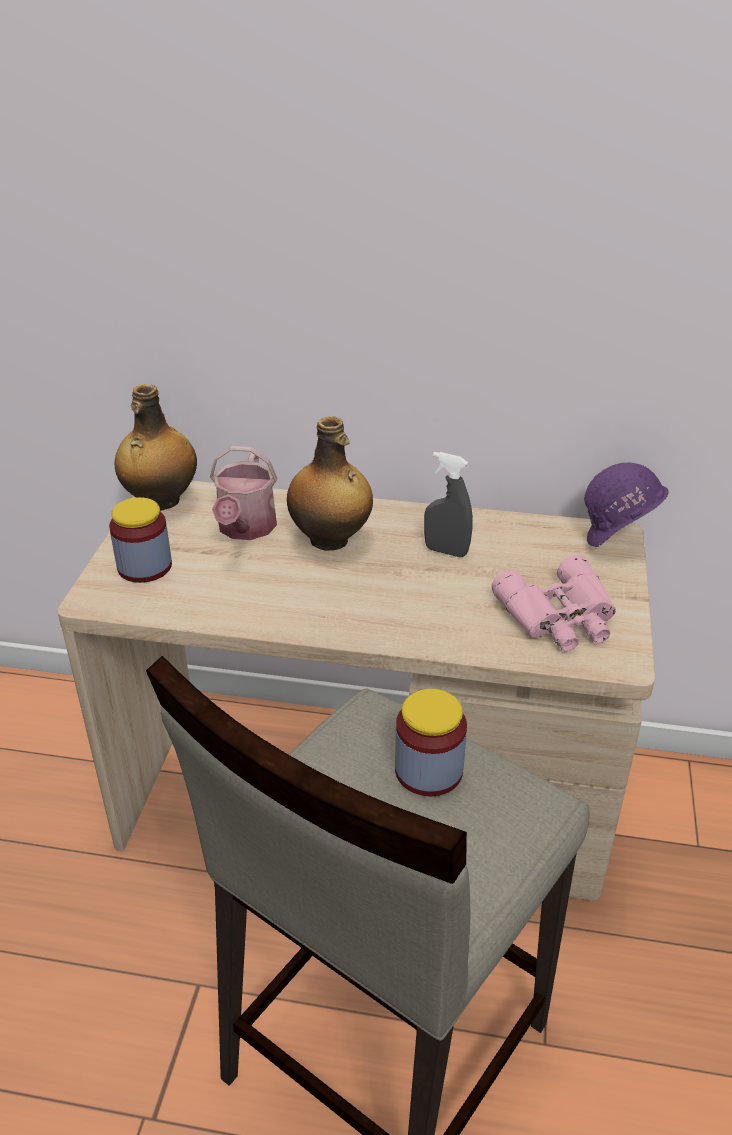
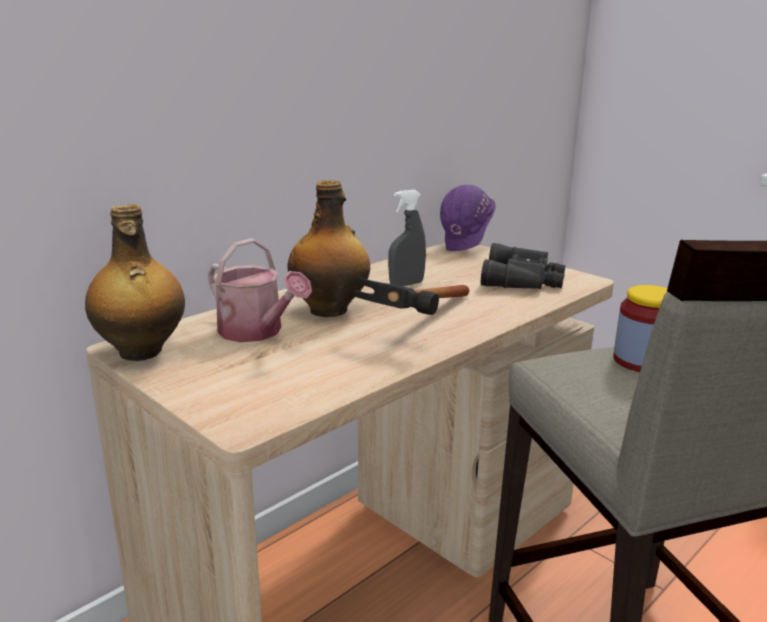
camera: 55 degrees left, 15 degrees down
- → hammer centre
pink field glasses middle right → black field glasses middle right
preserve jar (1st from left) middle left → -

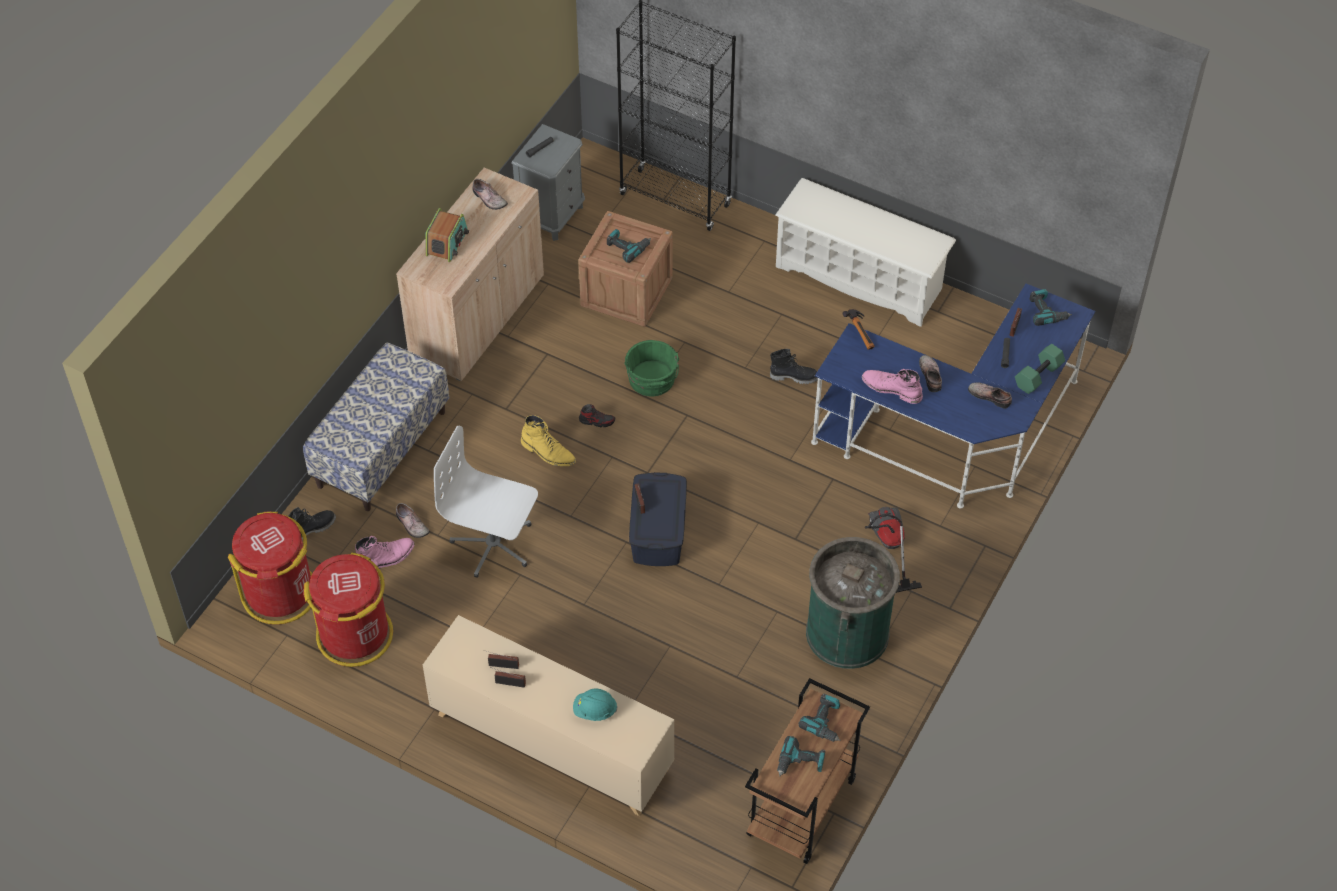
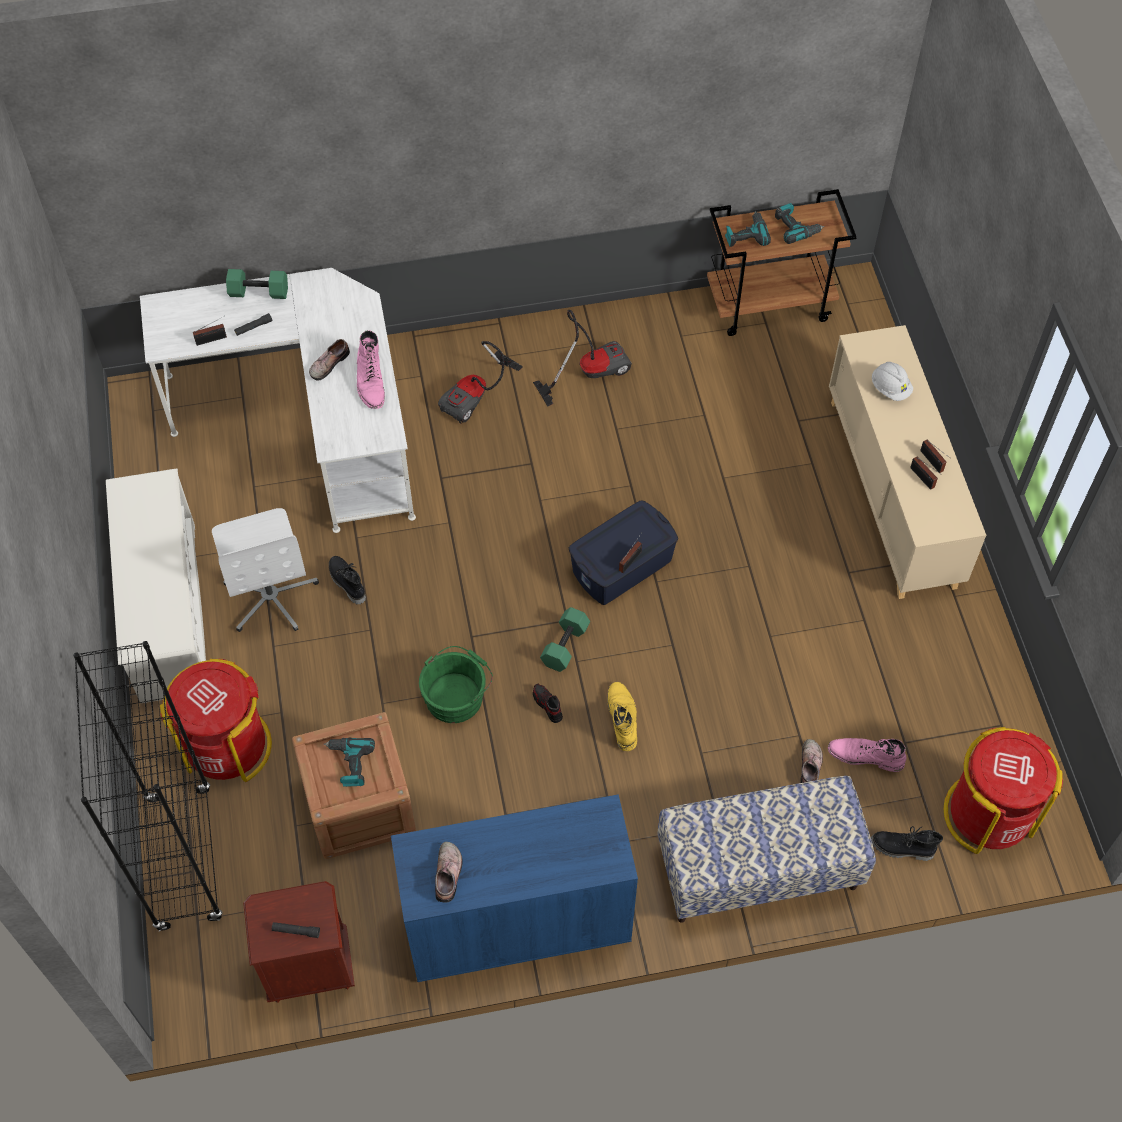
camera: 130 degrees left, 5 degrees up
blue-coloured desk middle right → whitish desk middle left
reddish waste bin (2nd from left in the first image) bottom left → reddish waste bin (1st from left) middle left, moved
whitish desk chair centre → whitish desk chair middle left, moved
greyish night table top centre → brown-coloured night table bottom left
sand-coloured cupboard (1st from left) top centre → blue-coloured cupboard bottom centre
greenish waste bin bottom centre → vacuum cleaner (2nd from left) top centre
- → greenish hand weight (2nd from left) centre
turquoise-coloured hard hat bottom centre → whitish hard hat middle right
radio receiver (1st from left) top centre → -
hammer centre → -
shoe (5th from left) middle right → -
drill (4th from left) middle right → -

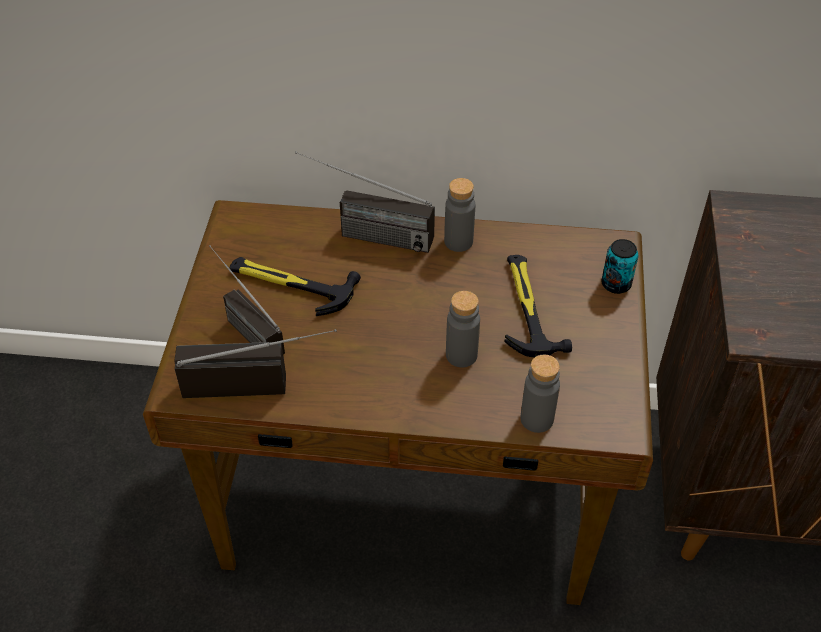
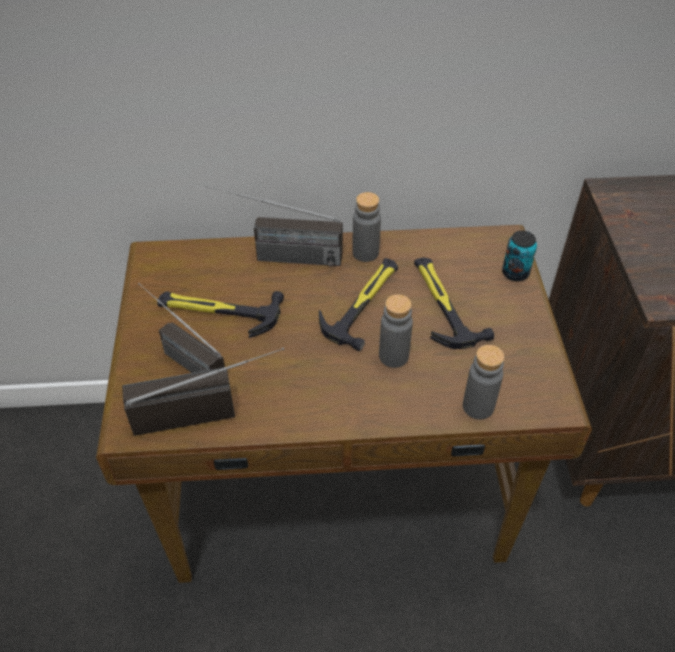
camera: 10 degrees left, 0 degrees up
- → hammer (2nd from left) centre

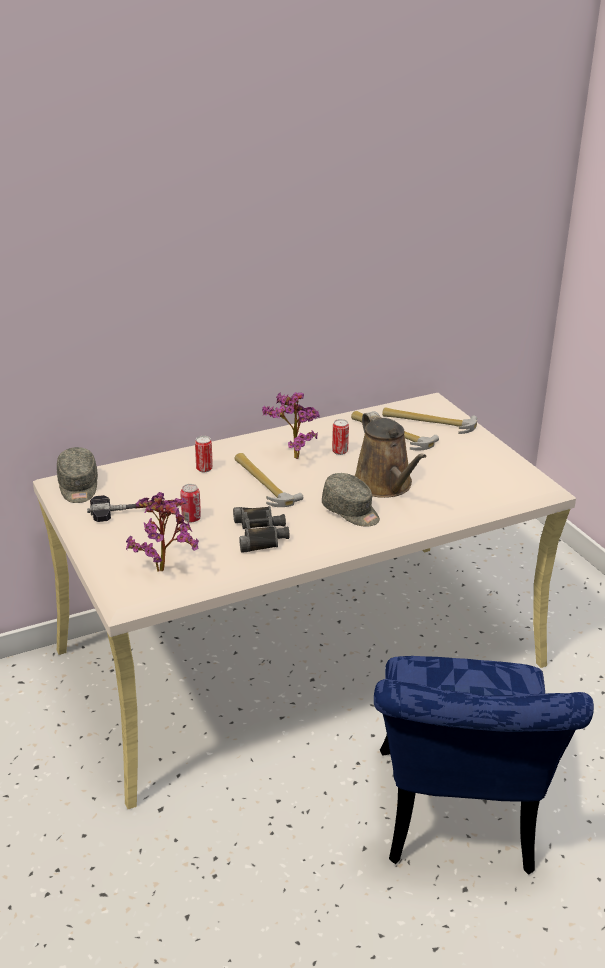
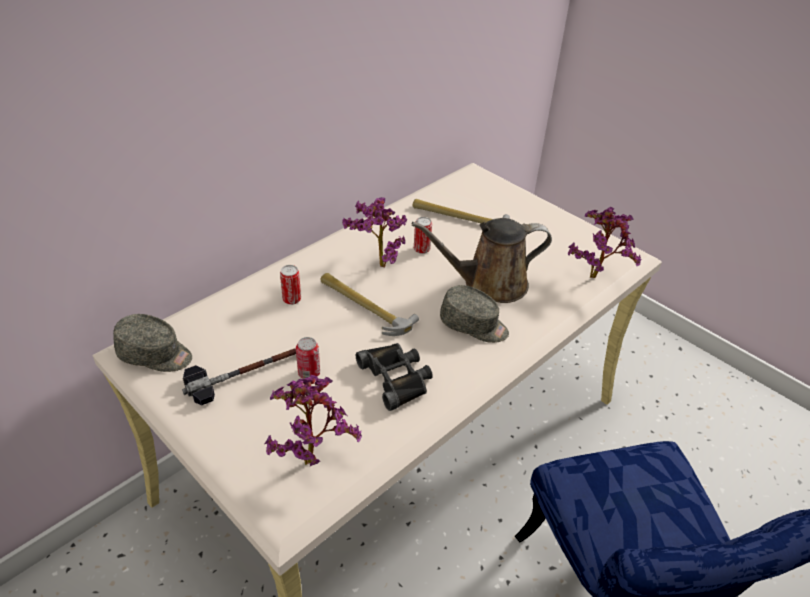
camera: 20 degrees left, 10 degrees up
greyish cap (1st from left) middle left, 45 degrees counterclockwise
brown-coloured watering pot centre, 120 degrees clockwise
- → houseplant (3rd from left) middle right
hammer (4th from left) middle right → -

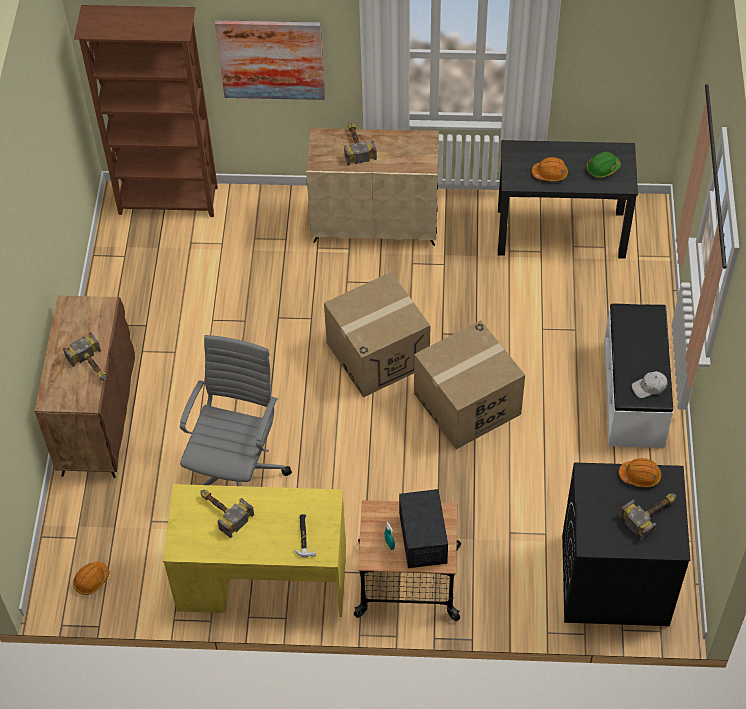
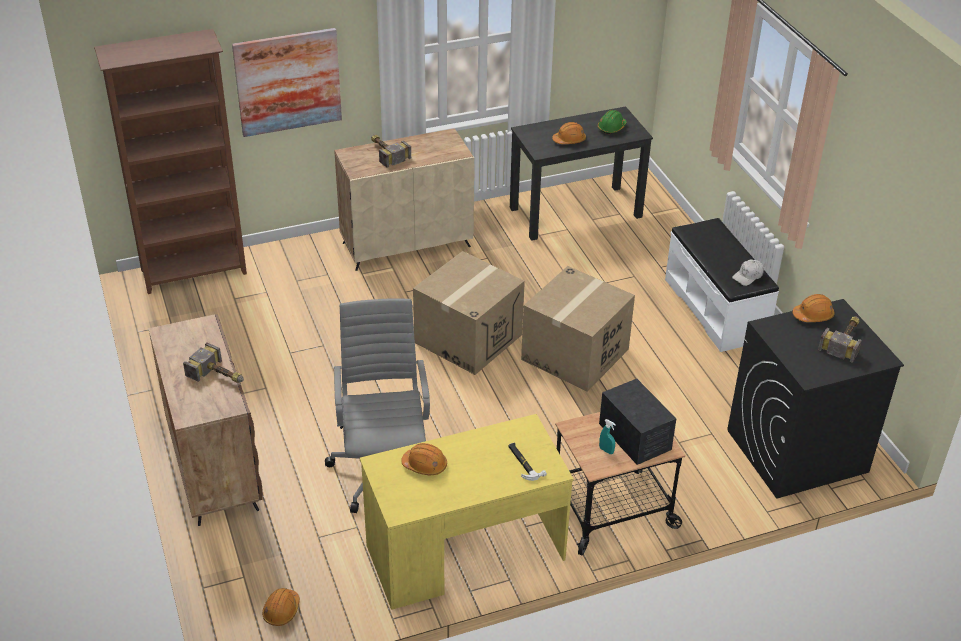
camera: 25 degrees left, 15 degrees down
hammer (2nd from left) bottom left → orangey hard hat (2nd from left) bottom centre

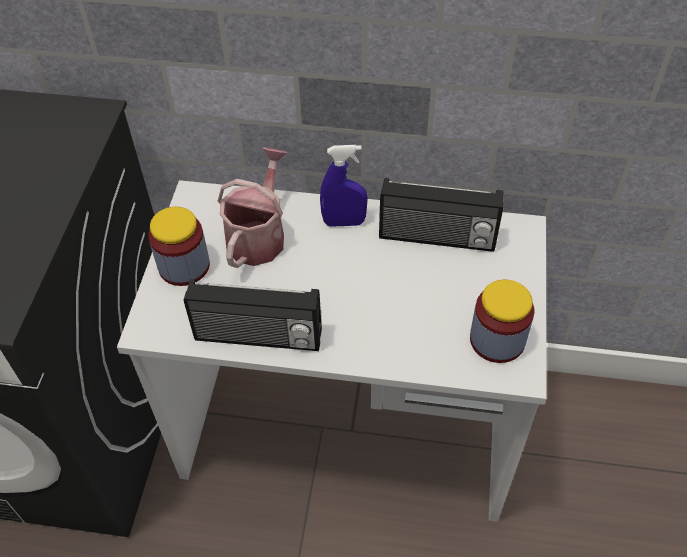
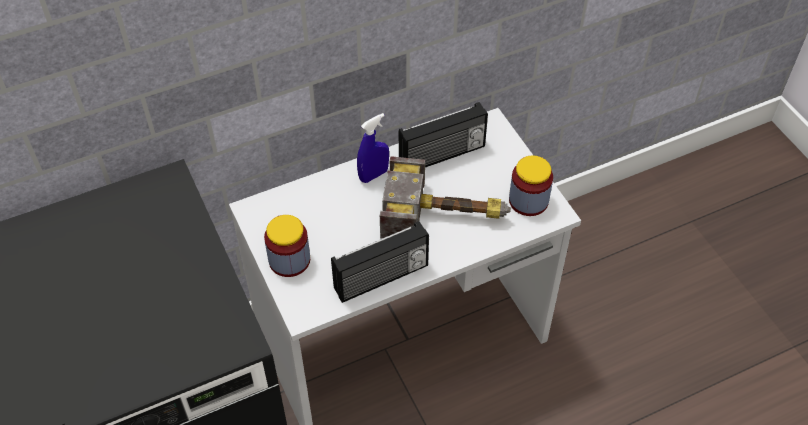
camera: 35 degrees left, 0 degrees up
- → hammer centre
watering pot centre → -

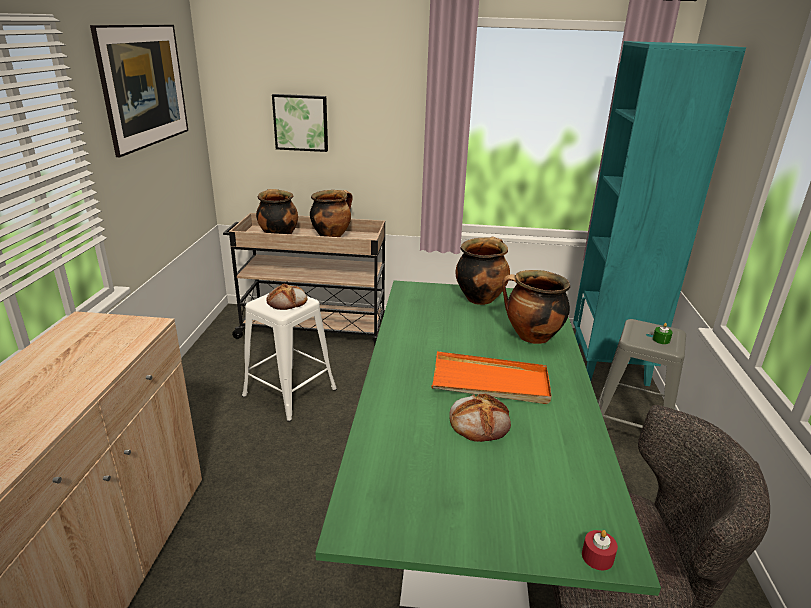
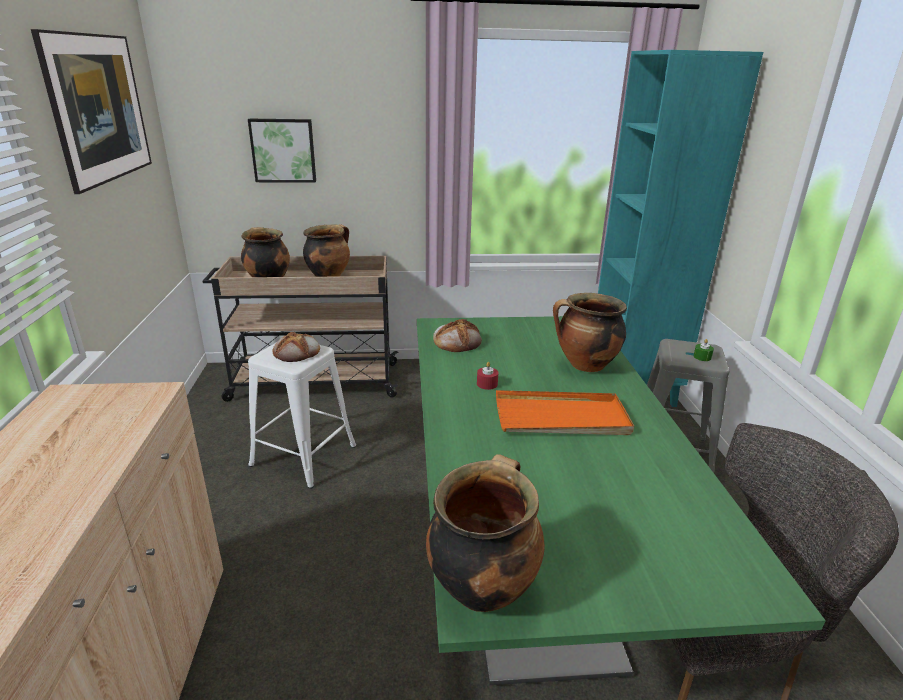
camera: 10 degrees left, 0 degrees up
stockpot (3rd from left) centre → stockpot (3rd from left) bottom centre, moved
bread (2nd from left) bottom centre → bread (2nd from left) centre, moved
reddish wax candle bottom right → reddish wax candle centre, moved

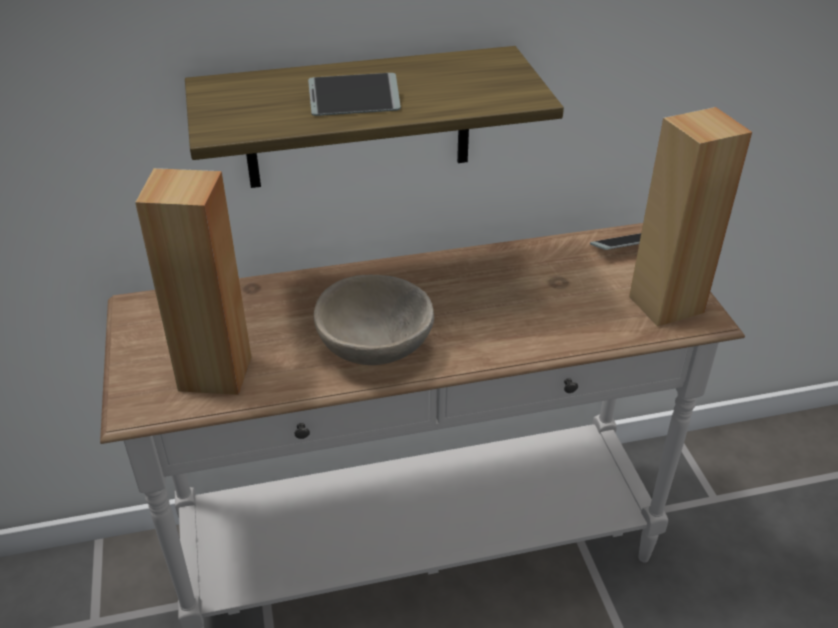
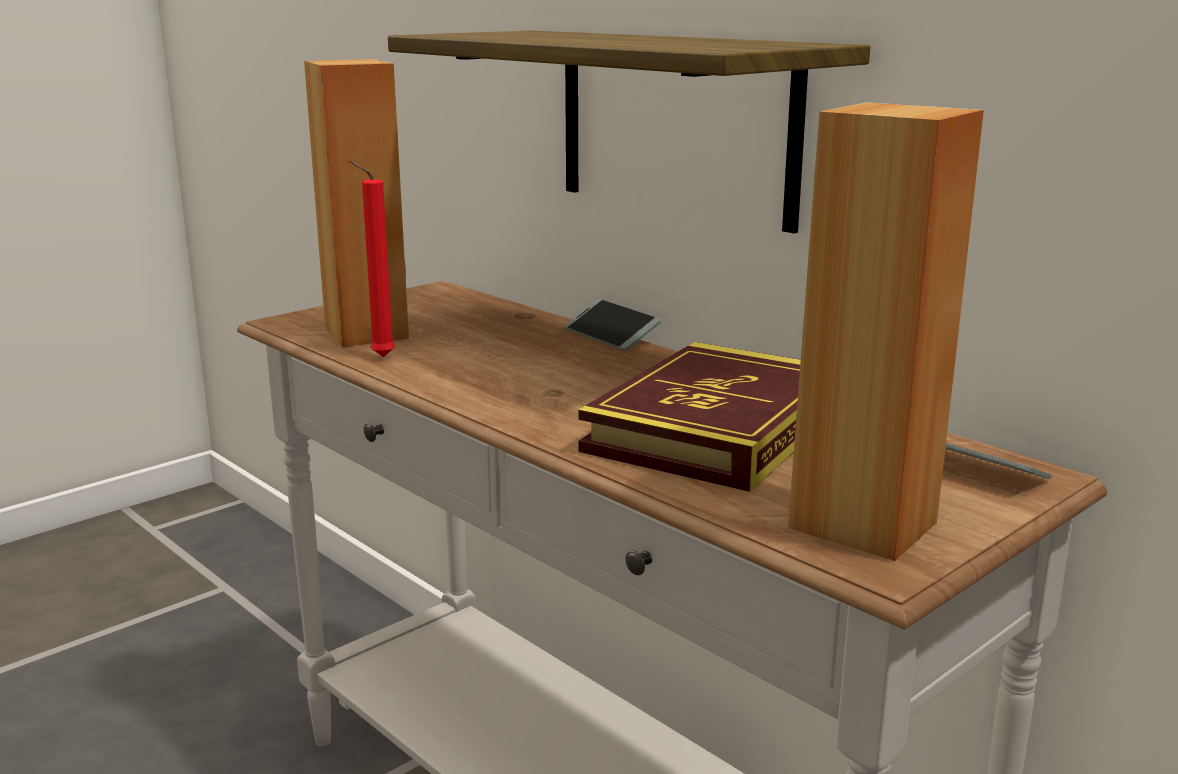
camera: 60 degrees right, 20 degrees down
- → reddish wax candle middle left
phone (1st from left) top centre → phone (1st from left) centre, moved
- → bound book centre
sand-coloured deep dish centre → -

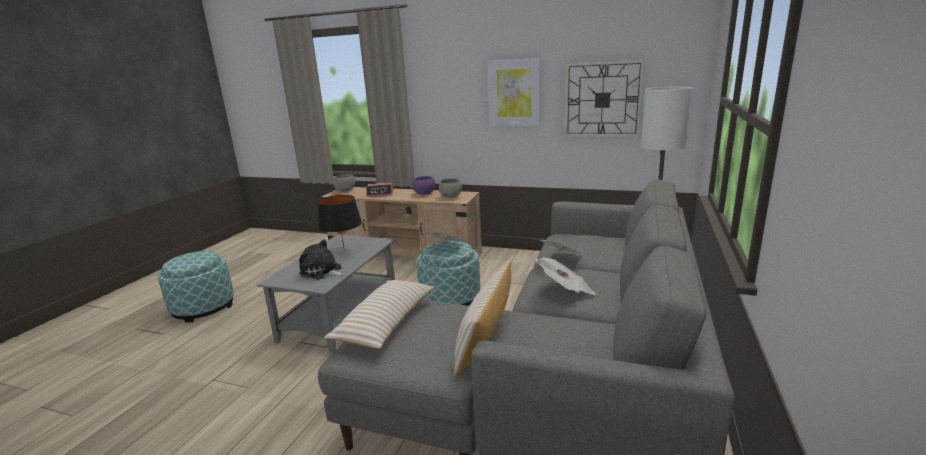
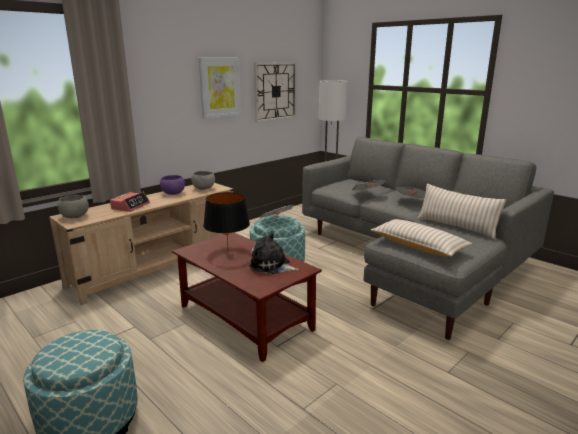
camera: 65 degrees left, 0 degrees up
greyish low table centre → brown-coloured low table bottom centre
cuddly toy centre, 60 degrees clockwise

